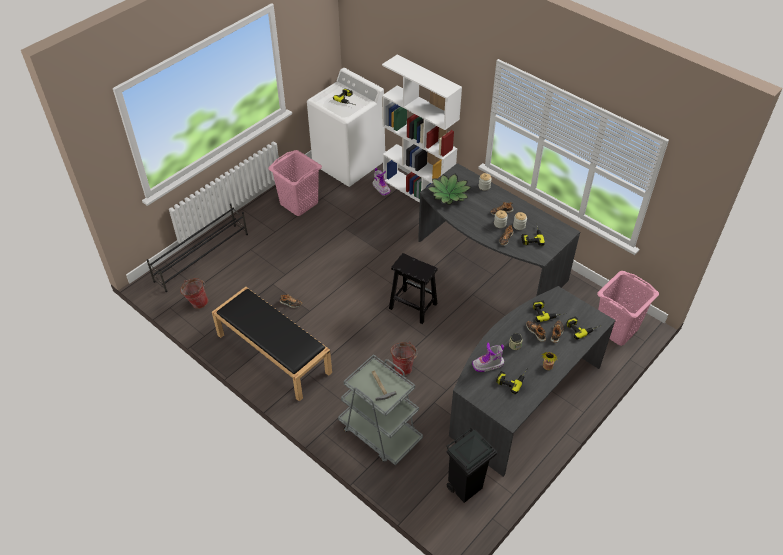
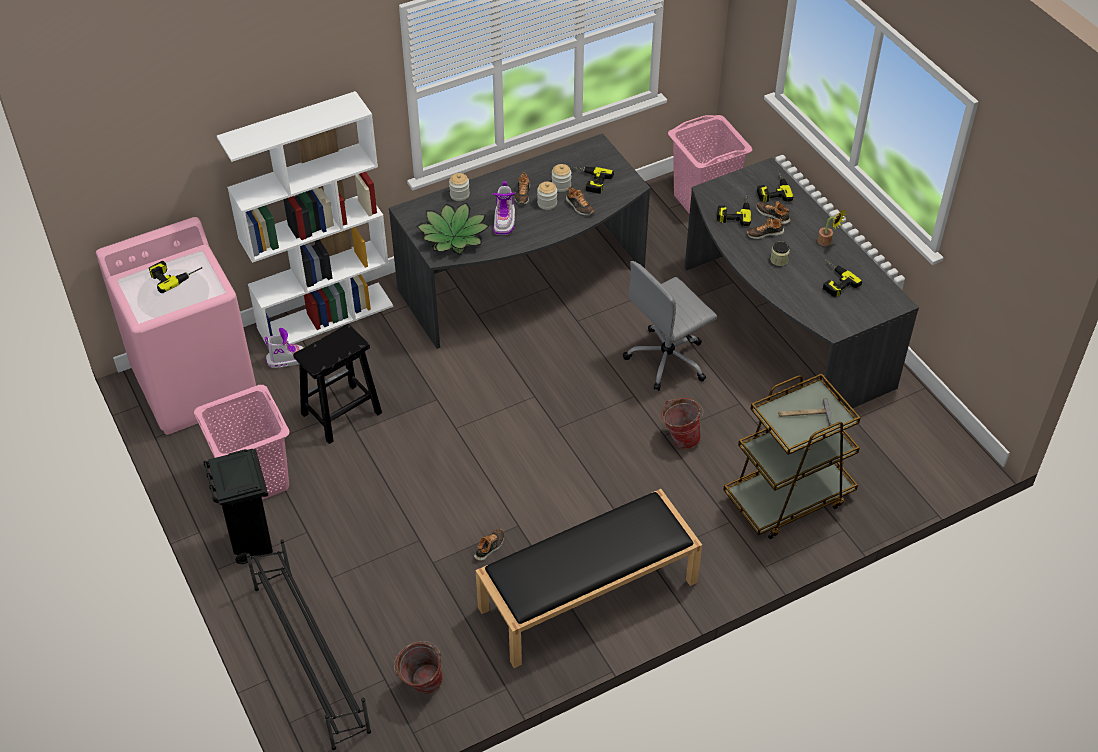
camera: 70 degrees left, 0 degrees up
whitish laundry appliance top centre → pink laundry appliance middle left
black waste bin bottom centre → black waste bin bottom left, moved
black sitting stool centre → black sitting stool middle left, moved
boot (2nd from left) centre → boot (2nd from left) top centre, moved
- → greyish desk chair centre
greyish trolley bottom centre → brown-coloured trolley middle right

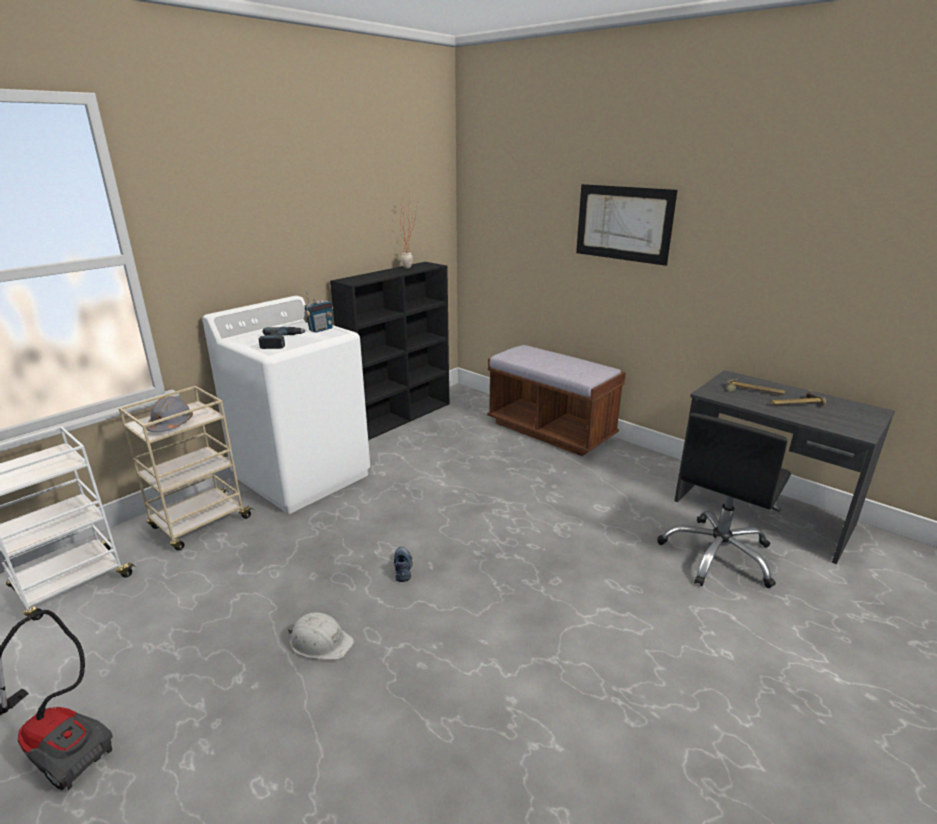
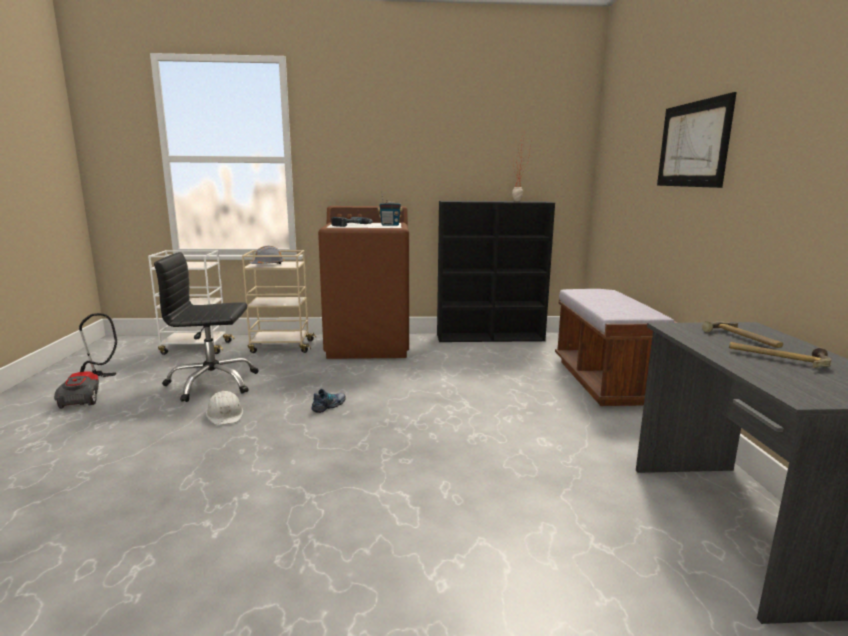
camera: 45 degrees right, 10 degrees down
black desk chair middle right → black desk chair middle left, moved
whitish laundry appliance middle left → brown-coloured laundry appliance centre

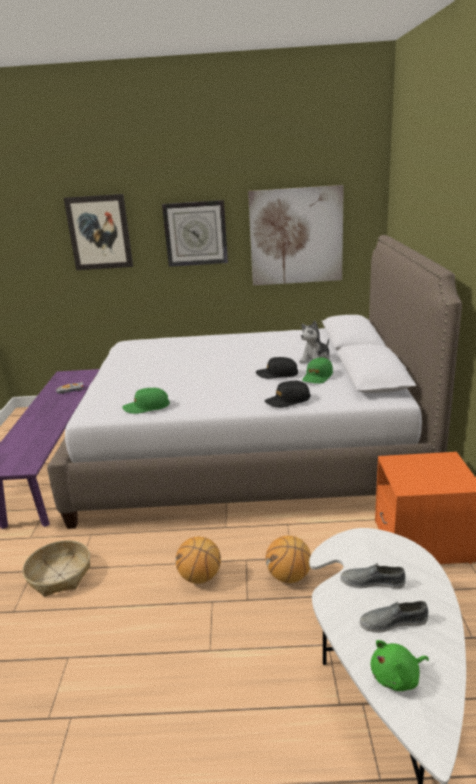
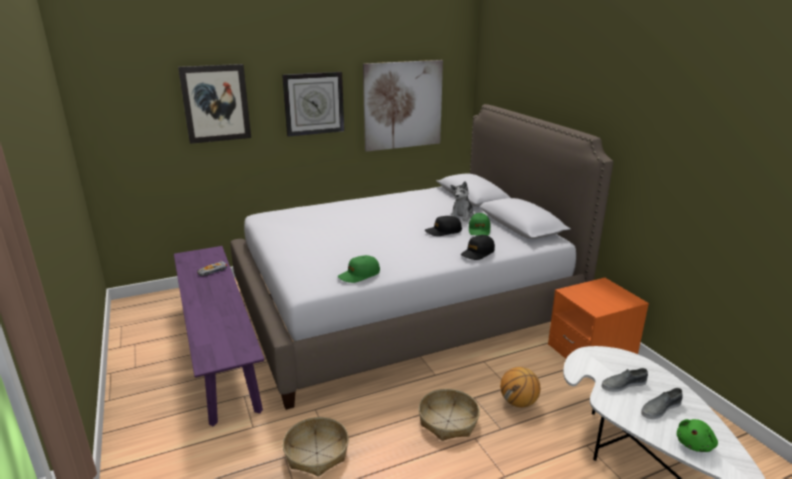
camera: 25 degrees left, 0 degrees up
basketball ball (1st from left) bottom centre → household basket (2nd from left) bottom centre

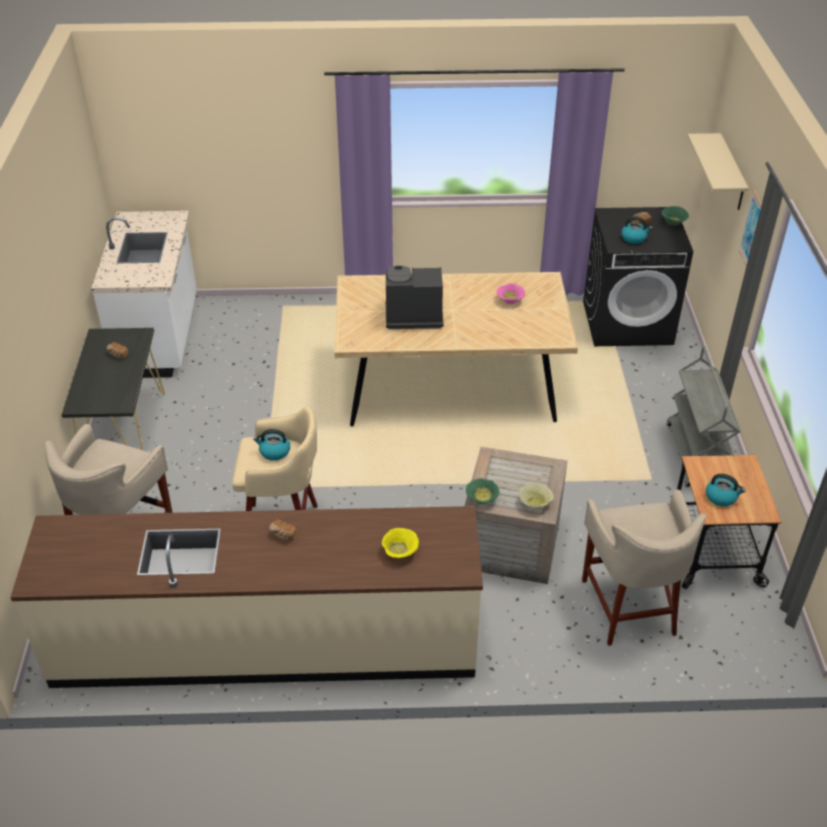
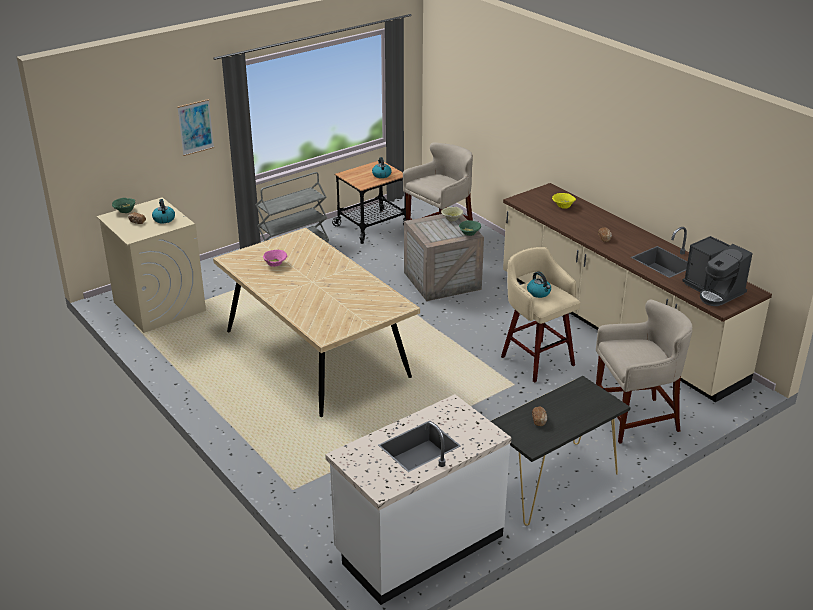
camera: 125 degrees left, 10 degrees down
black laundry appliance middle right → sand-coloured laundry appliance middle left
coffee machine centre → coffee machine middle right, moved
sand-coloured wall shelf top right → -

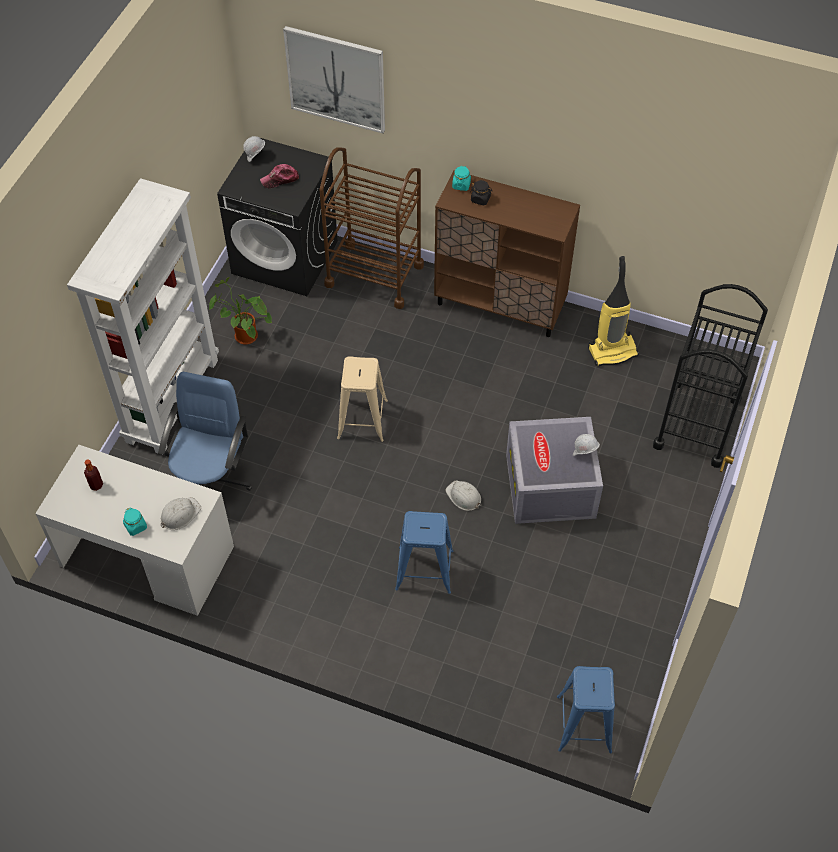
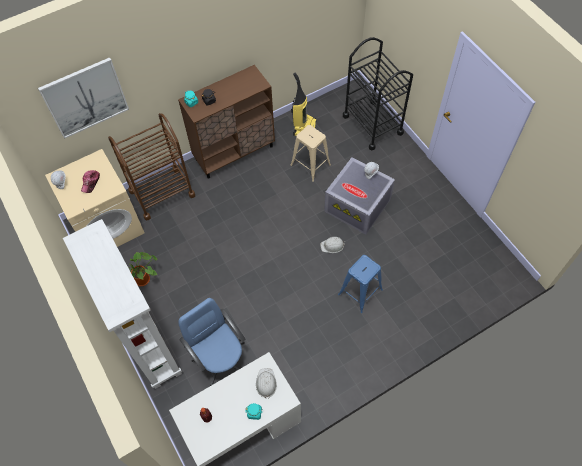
camera: 50 degrees left, 5 degrees up
black laundry appliance top left → sand-coloured laundry appliance middle left
sand-coloured sitting stool centre → sand-coloured sitting stool top centre, moved
blue-coloured sitting stool (2nd from left) bottom right → -

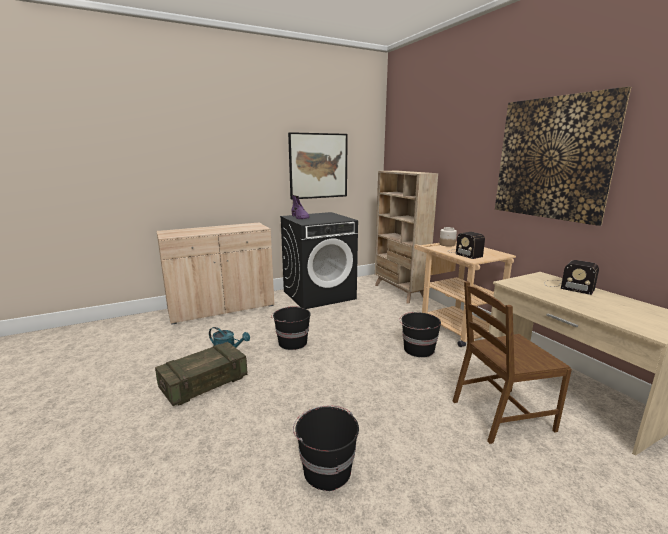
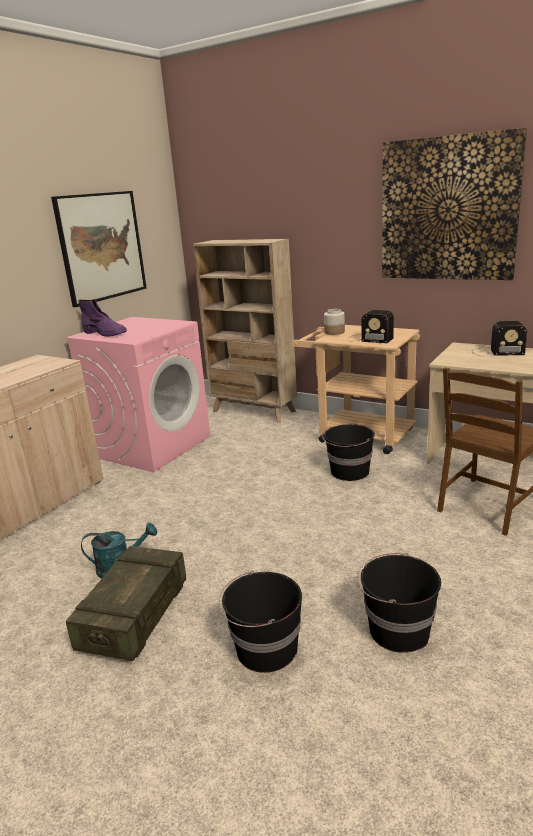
camera: 30 degrees left, 5 degrees up
black laundry appliance centre → pink laundry appliance middle left
black pail (1st from left) centre → black pail (1st from left) bottom centre, moved

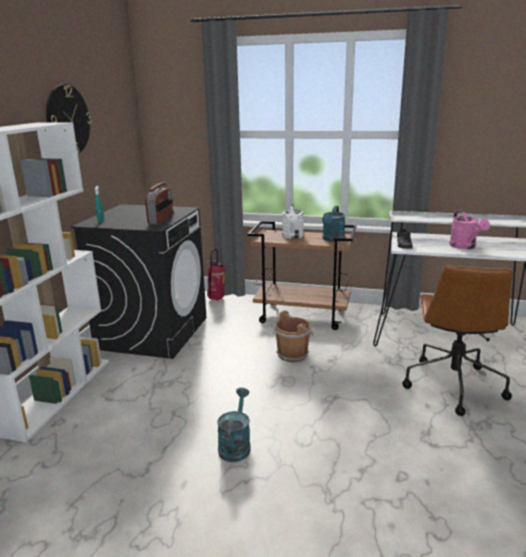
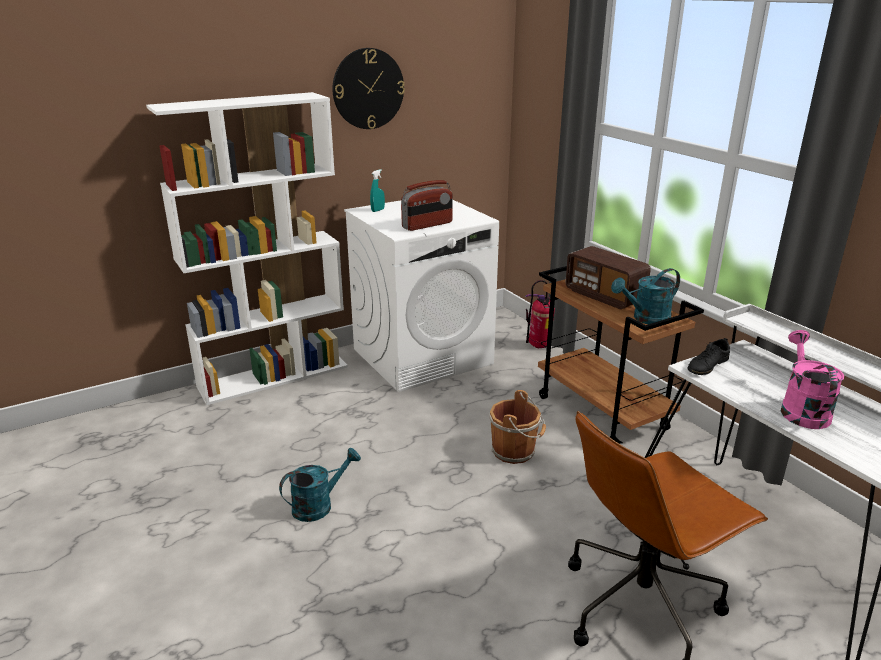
camera: 45 degrees right, 5 degrees up
black laundry appliance middle left → whitish laundry appliance centre
whitish watering pot centre → radio receiver (2nd from left) middle right
pink watering pot middle right, 150 degrees clockwise

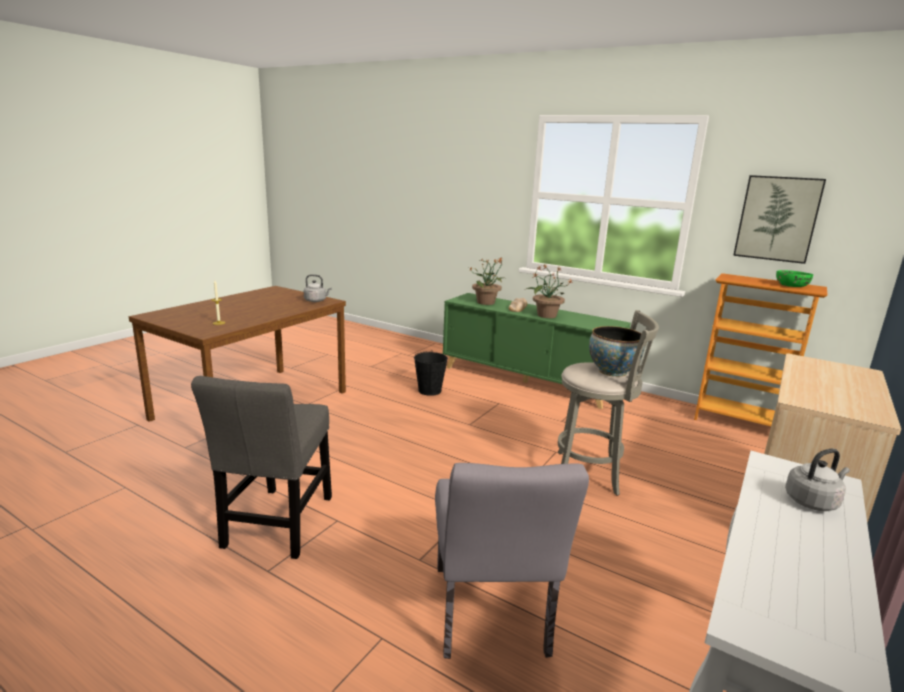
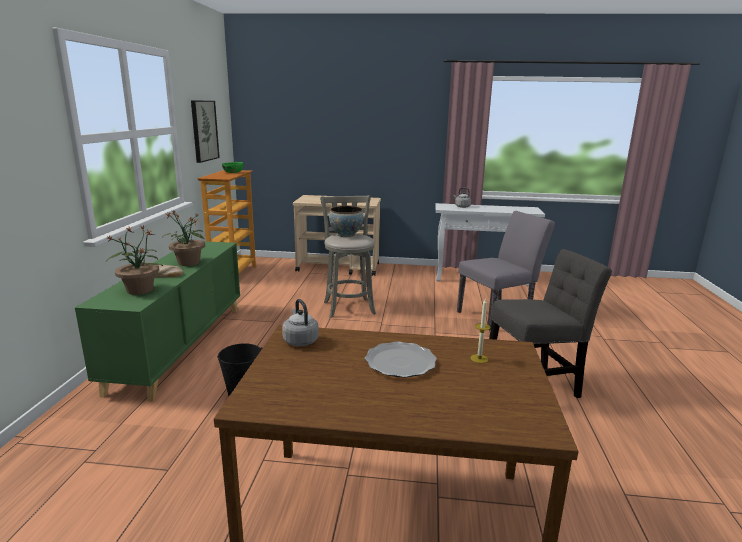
camera: 115 degrees left, 0 degrees up
- → flat dish centre

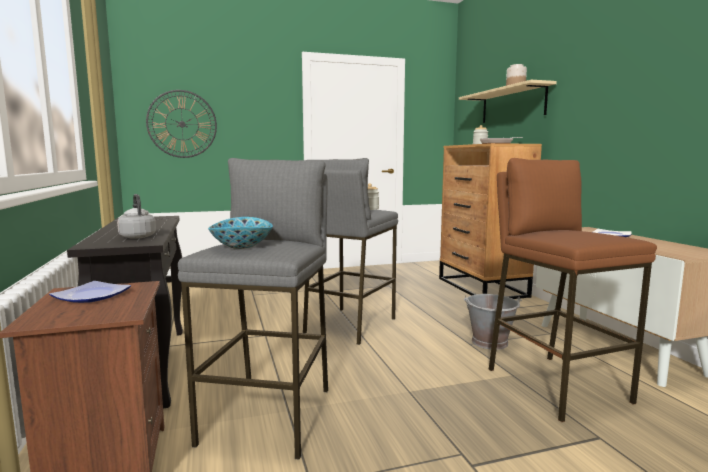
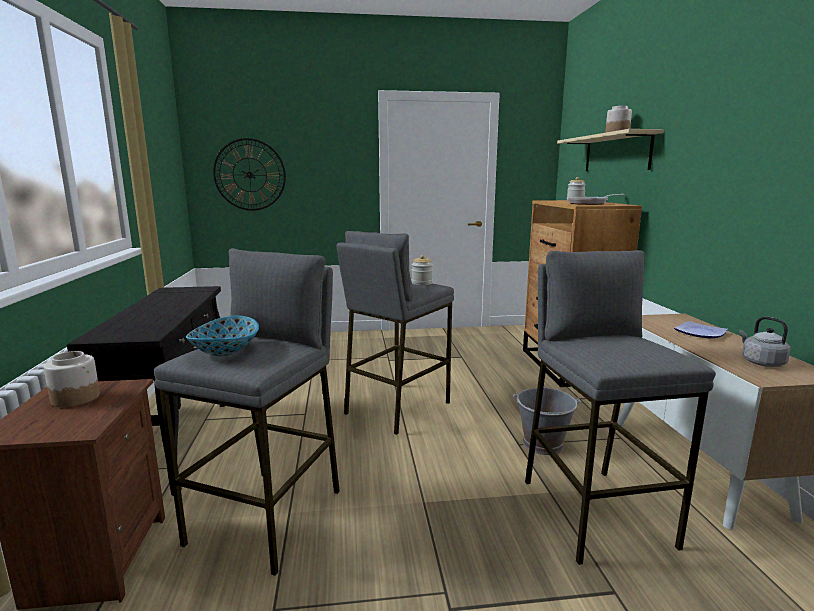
camera: 10 degrees right, 5 degrees up
flat dish (1st from left) middle left → preserve jar (1st from left) middle left
brown-coloured sitting stool middle right → greyish sitting stool (3rd from left) middle right
greyish water kettle middle left → greyish water kettle middle right, moved

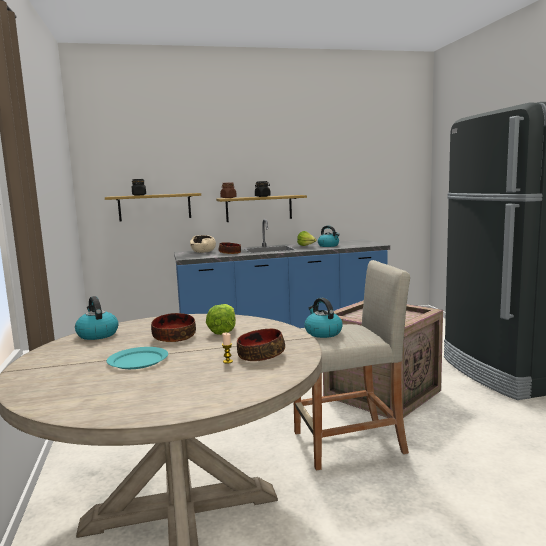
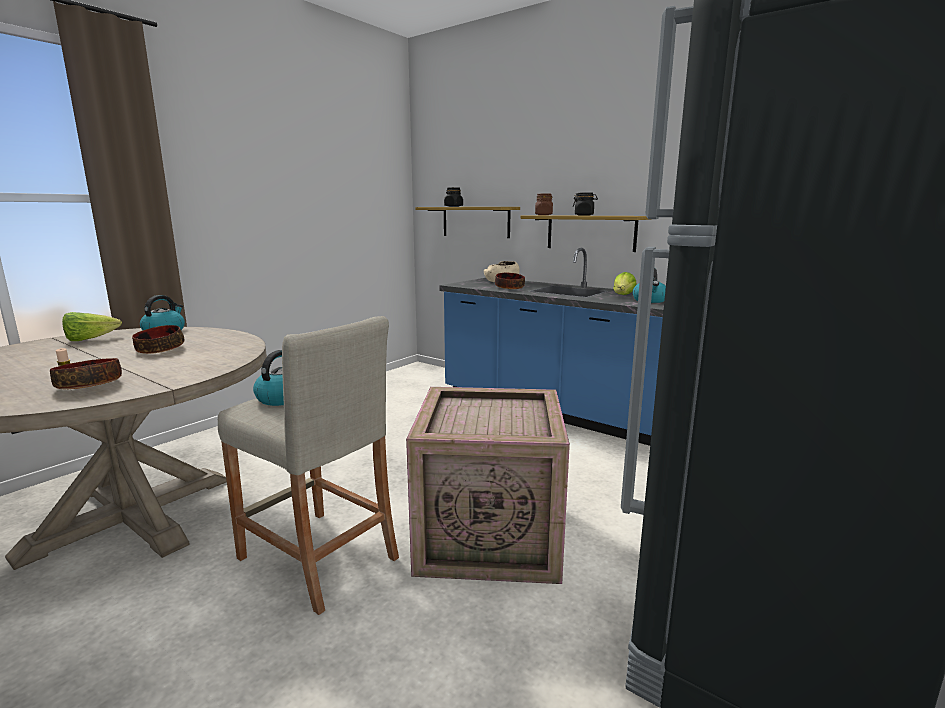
camera: 50 degrees right, 5 degrees up
lettuce head (1st from left) centre → lettuce head (1st from left) middle left, moved
turquoise-coloured flat dish middle left → -

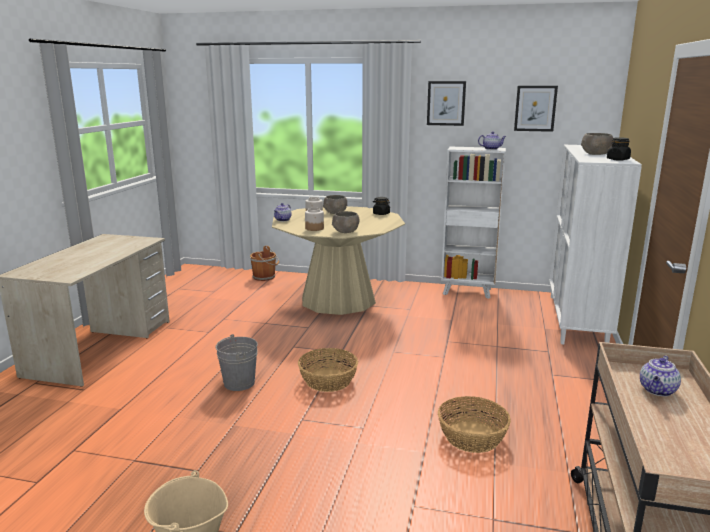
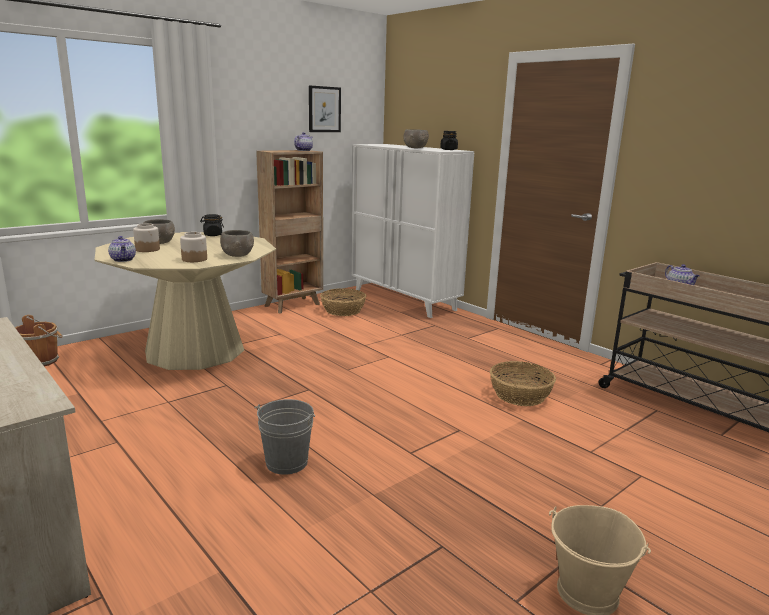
camera: 55 degrees left, 0 degrees up
whitish bookcase centre → brown-coloured bookcase centre
household basket (1st from left) bottom centre → household basket (1st from left) centre, moved
picture (1st from left) top centre → -

